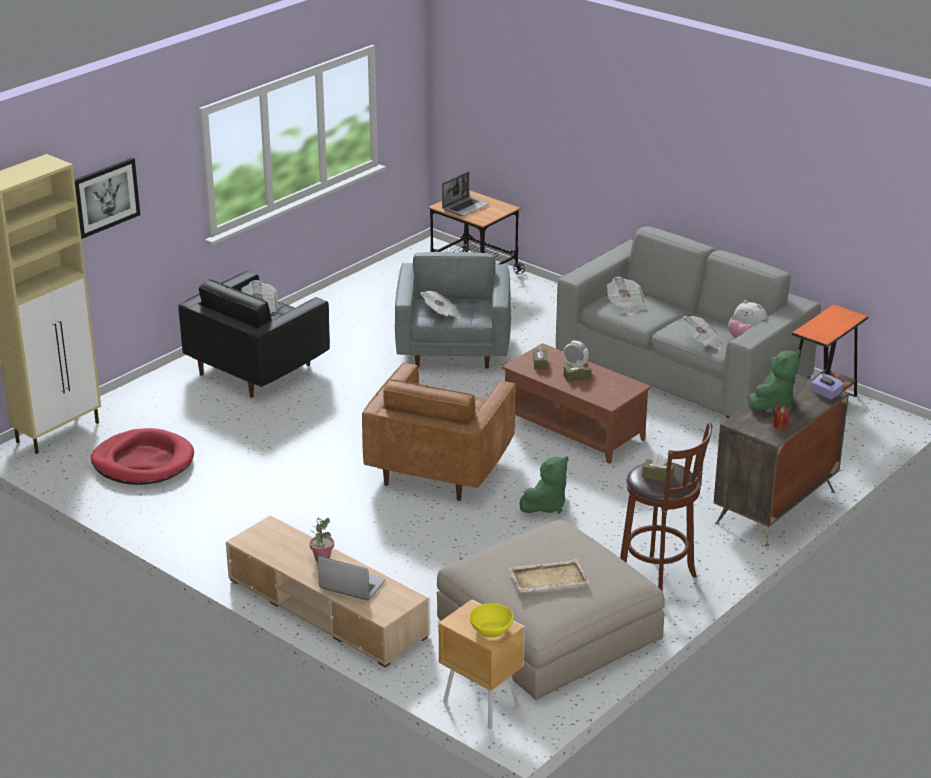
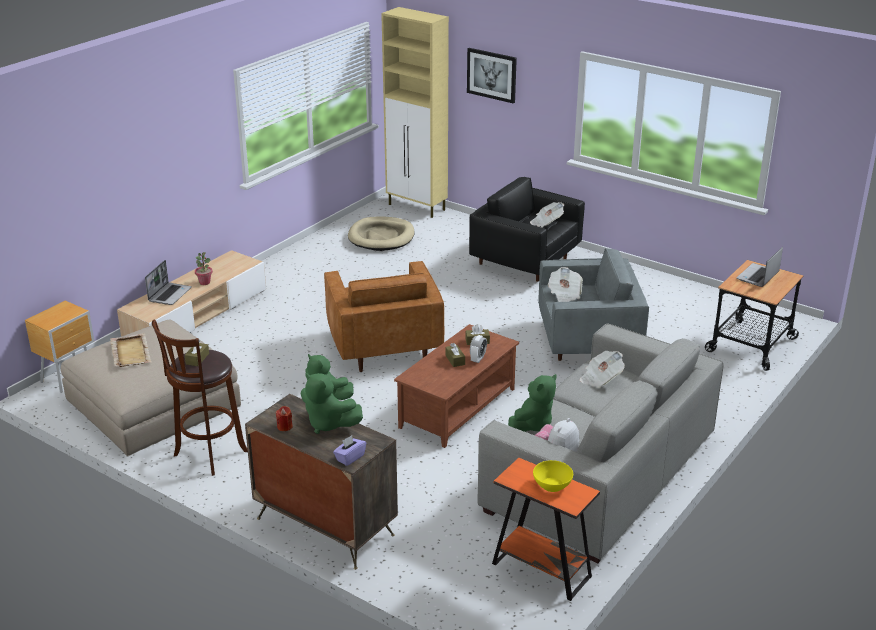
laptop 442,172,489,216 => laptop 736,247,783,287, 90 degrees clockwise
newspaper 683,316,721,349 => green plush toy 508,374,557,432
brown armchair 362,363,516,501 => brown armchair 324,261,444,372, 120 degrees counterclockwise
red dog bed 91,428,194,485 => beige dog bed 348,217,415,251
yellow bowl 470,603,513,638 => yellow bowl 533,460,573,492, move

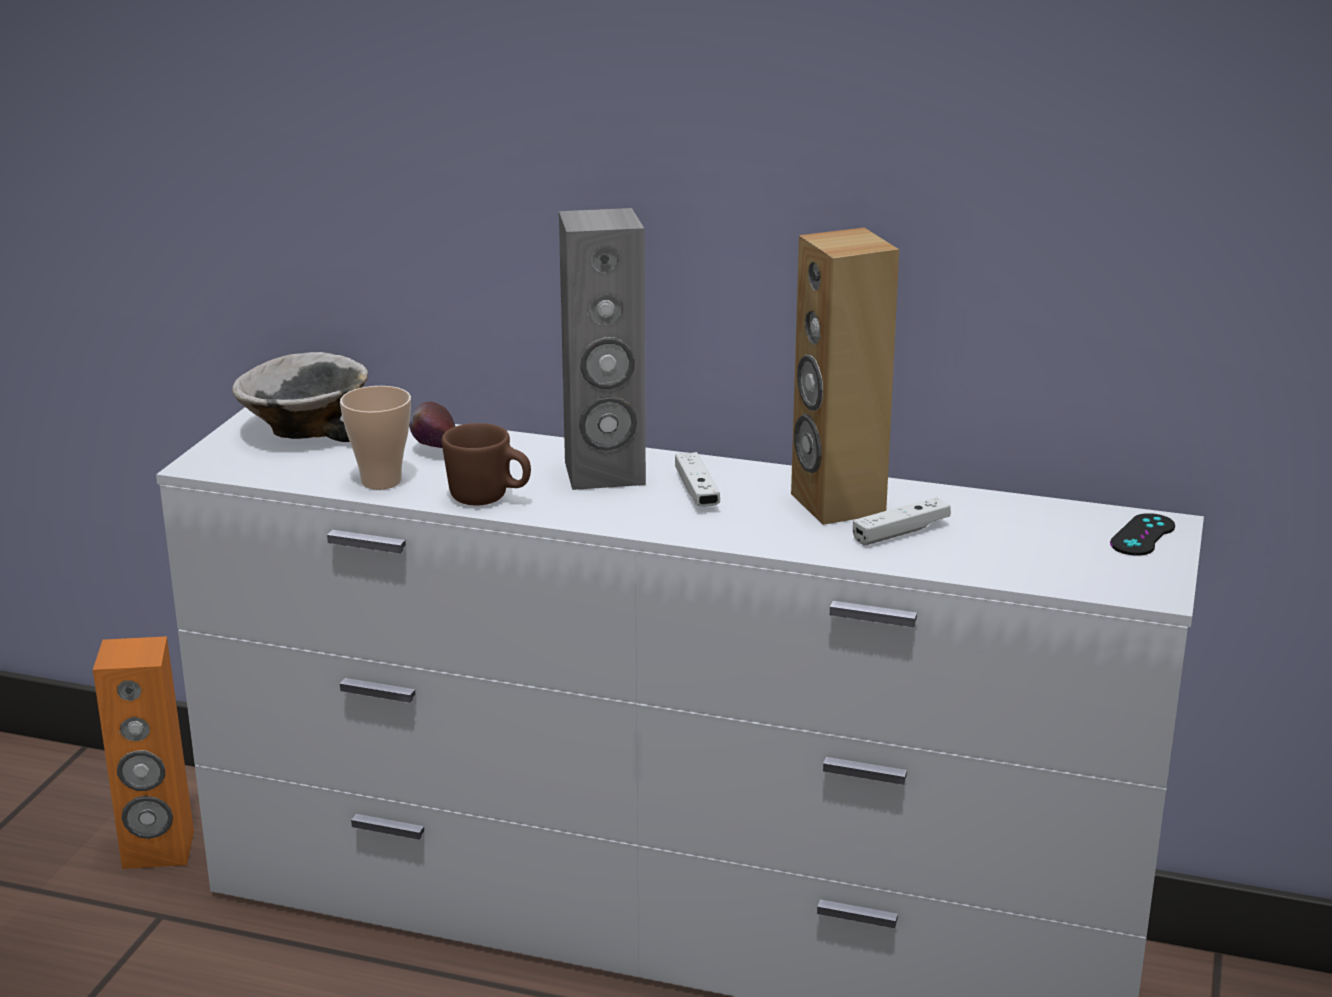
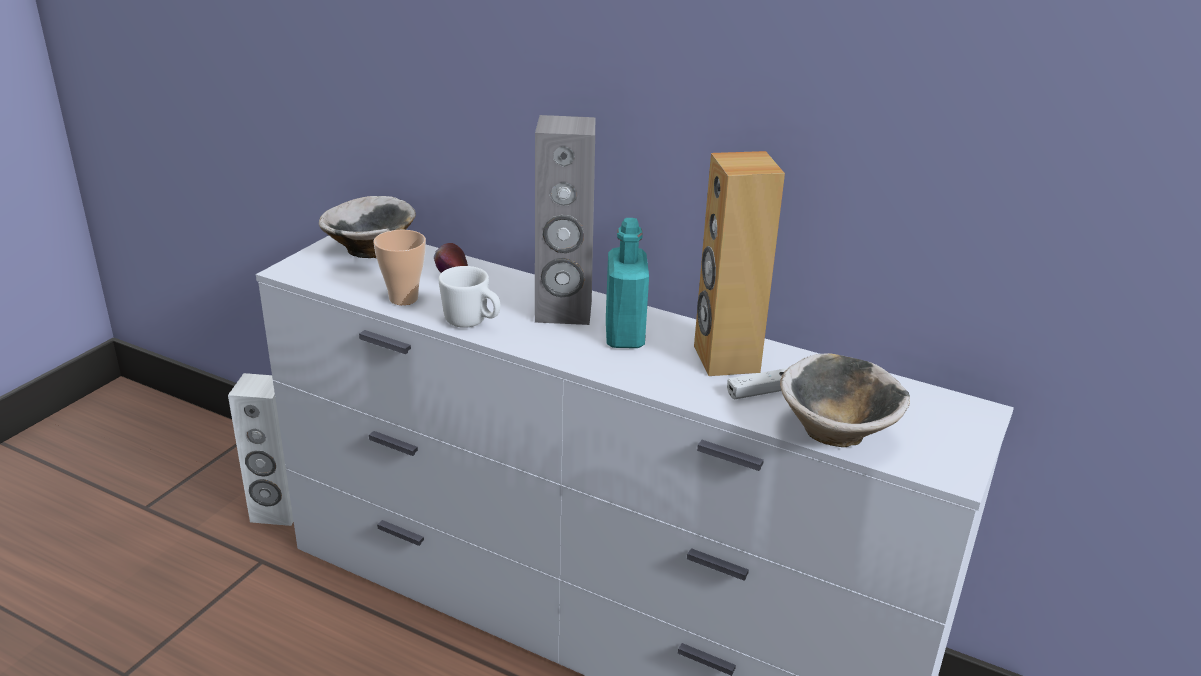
brown mug 442,423,531,505 => white mug 438,266,500,328
white game controller 675,452,720,507 => turquoise bottle 606,218,649,348
black game controller 1110,513,1175,556 => nothing
orange speaker 93,636,194,869 => white speaker 228,373,294,526
nothing => bowl 780,353,910,447

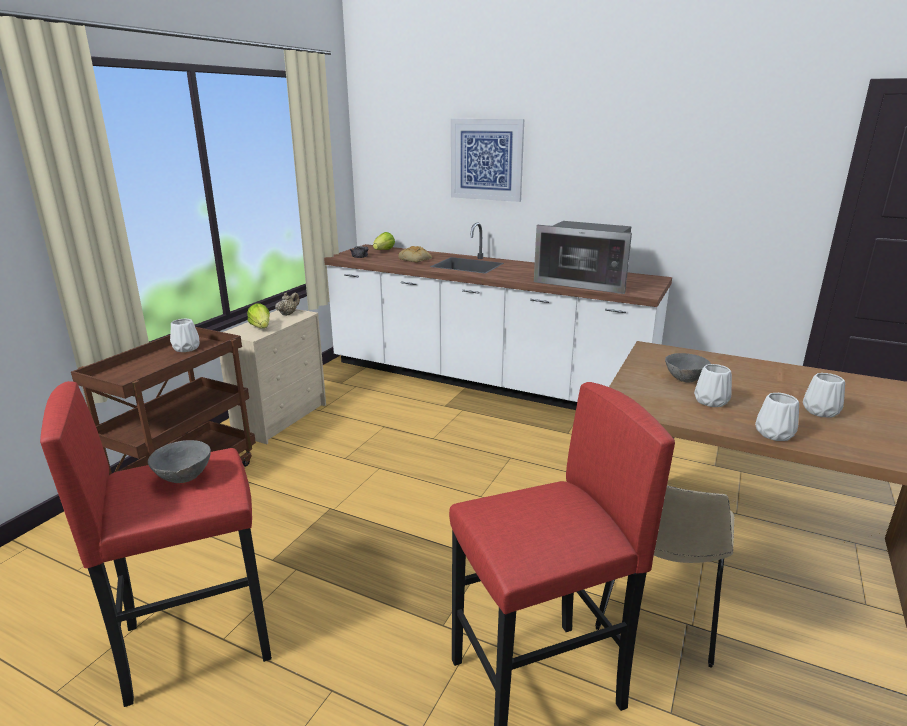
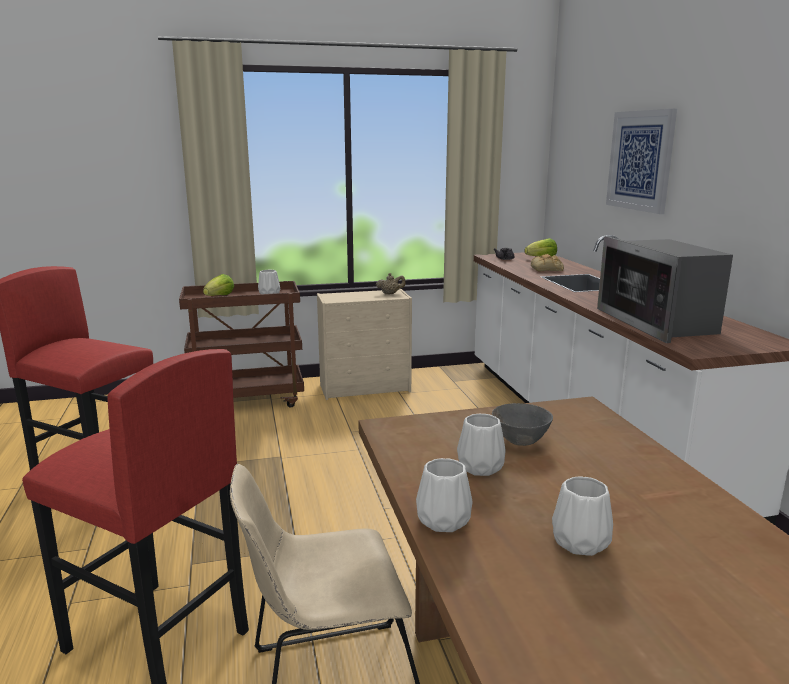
lettuce 247,303,270,328 => lettuce 203,274,234,296, move
grey bowl 148,440,211,483 => nothing

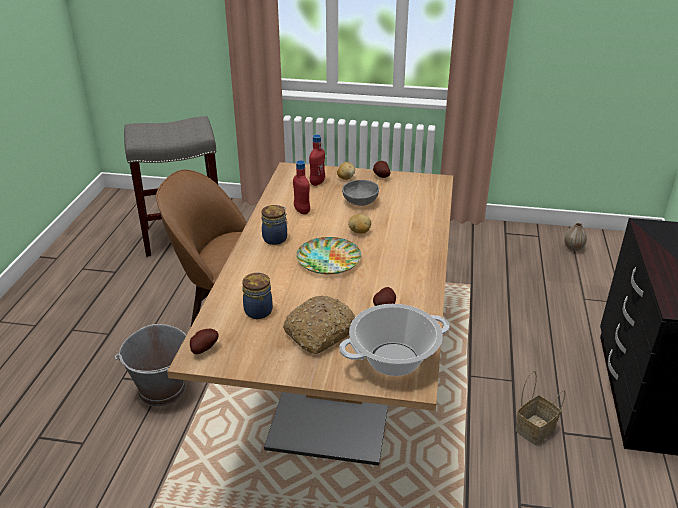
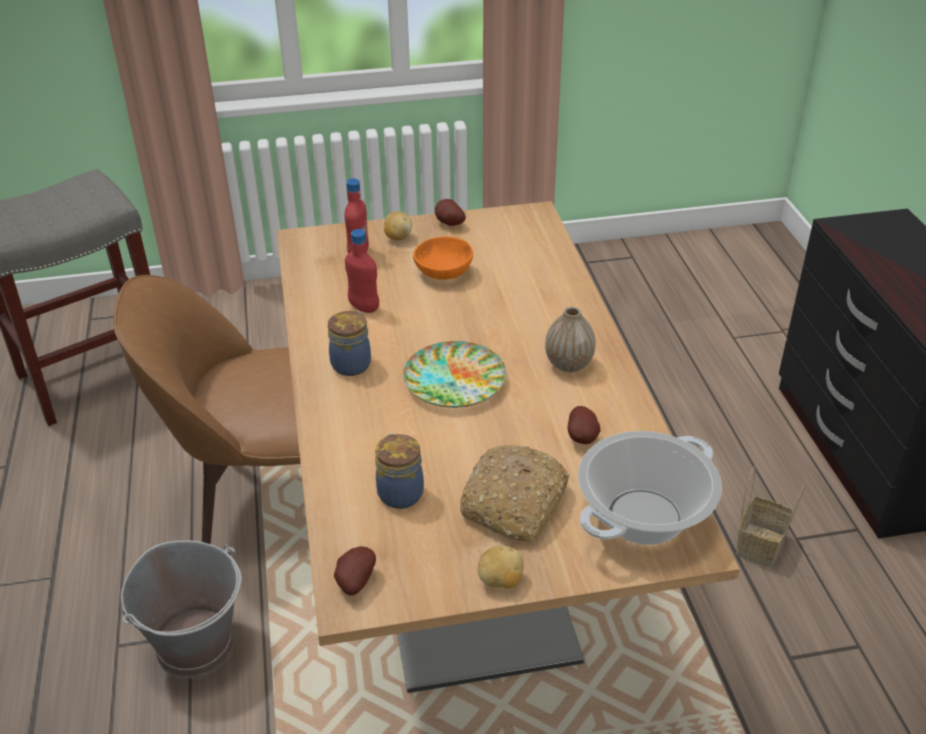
grey bowl 342,180,379,206 => orange bowl 413,236,473,280
potato 348,214,371,234 => potato 478,546,524,588, move
vase 564,223,587,251 => vase 545,307,596,373, move

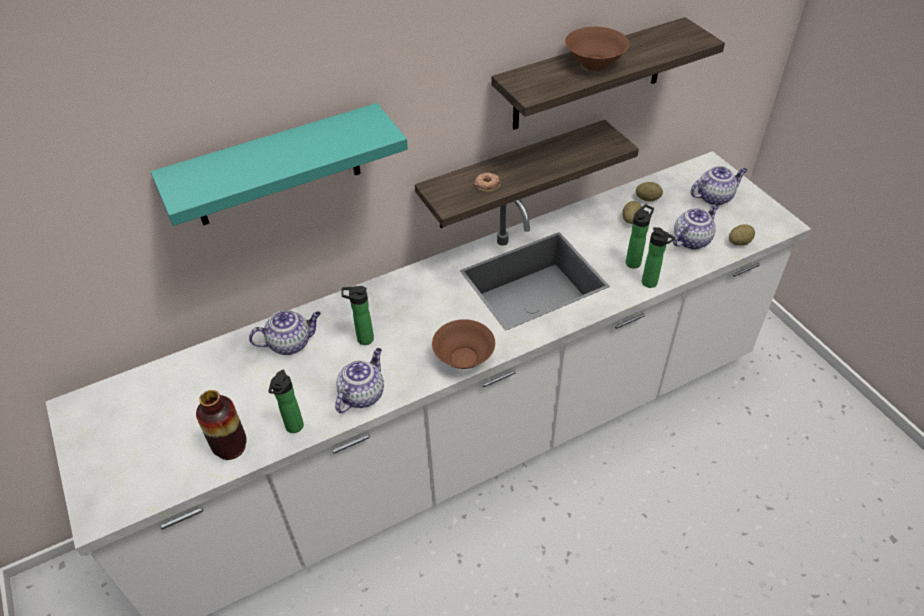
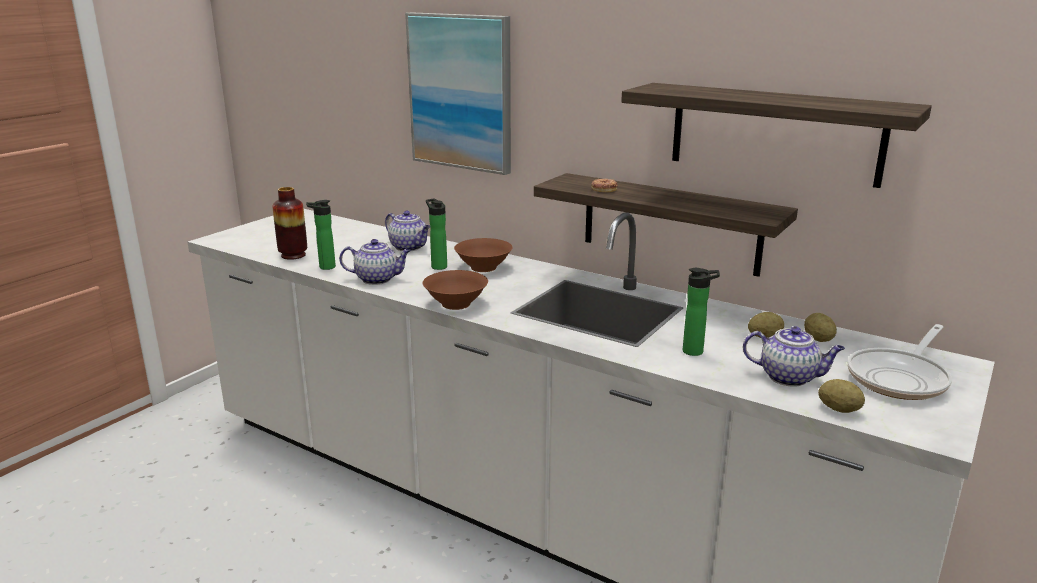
brown bowl 565,27,629,71 => brown bowl 454,238,513,272, move
turquoise shelf 151,103,408,226 => picture 405,12,511,175
teapot 691,166,747,205 => frying pan 848,324,952,400
bottle 642,227,675,288 => nothing

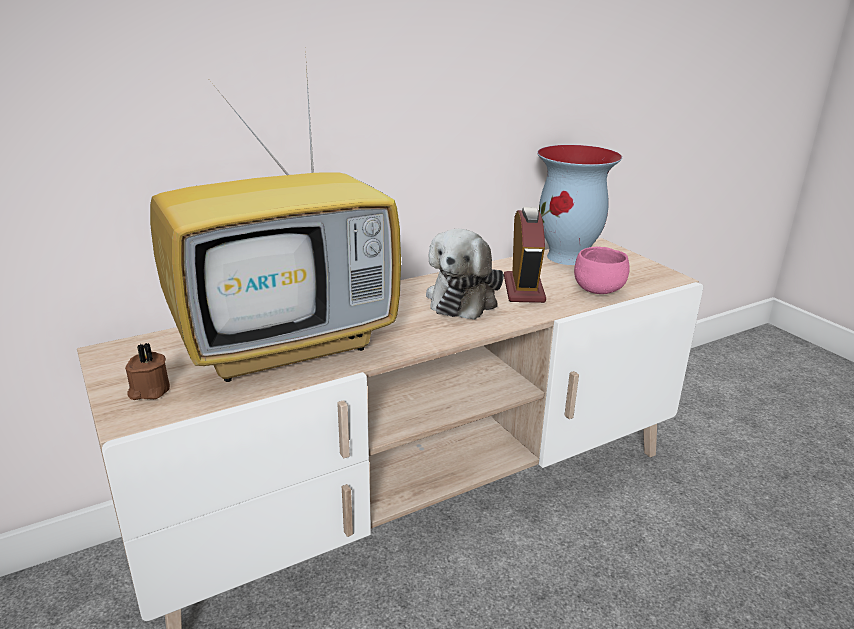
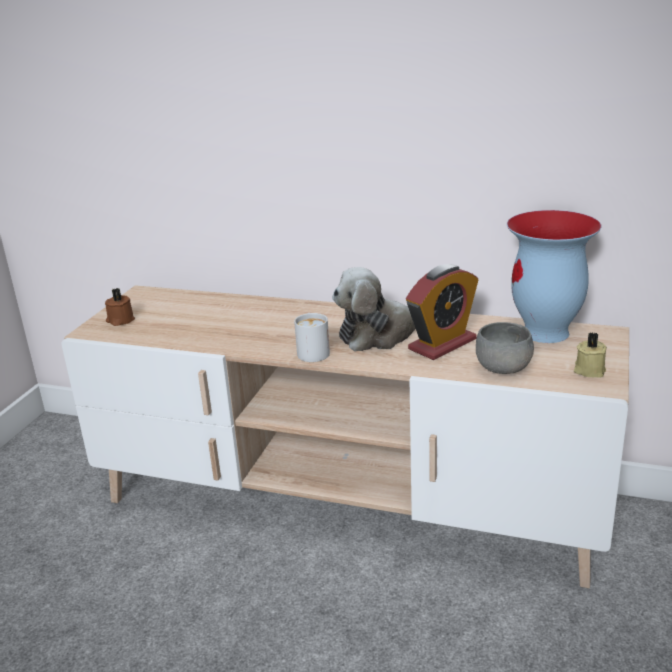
television 150,49,401,382 => nothing
pink bowl 574,246,630,294 => grey bowl 476,322,534,374
nothing => white mug 294,313,330,362
nothing => beige candle 574,332,607,377

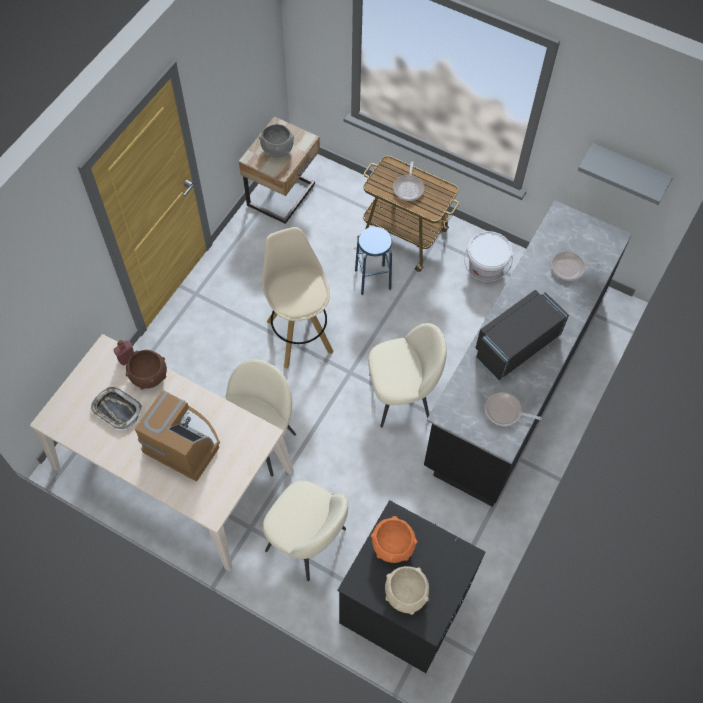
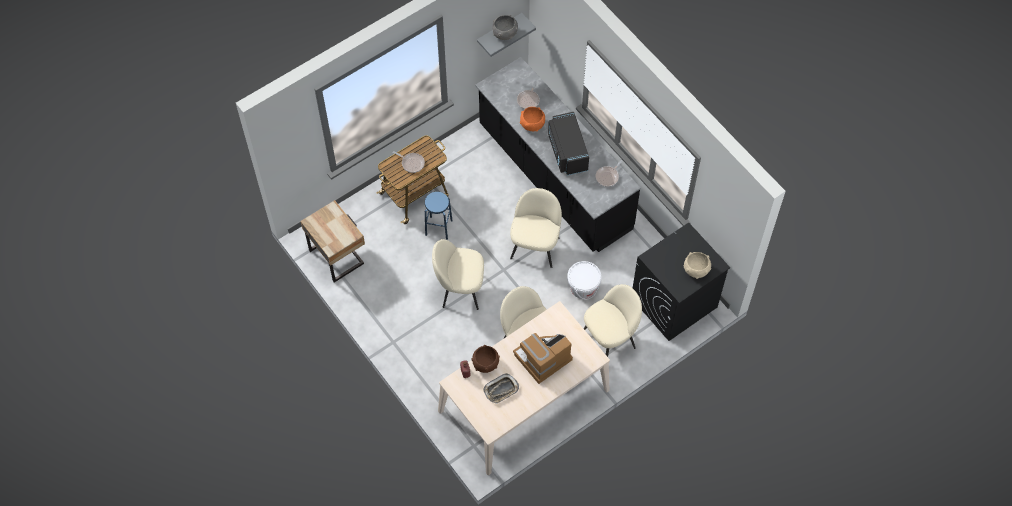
grey bowl 259,123,294,158 => grey bowl 493,15,518,40, move
beige stool 262,227,334,369 => beige chair 432,239,484,310
white bucket 464,231,513,282 => white bucket 567,261,602,299, move
orange bowl 371,516,418,563 => orange bowl 520,107,545,132, move

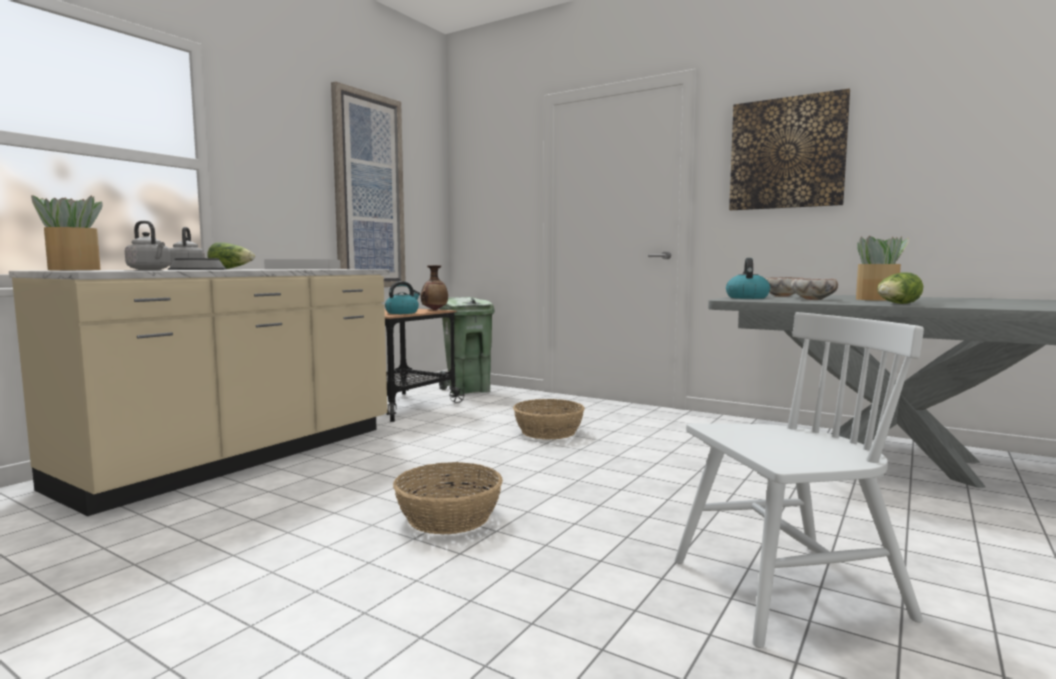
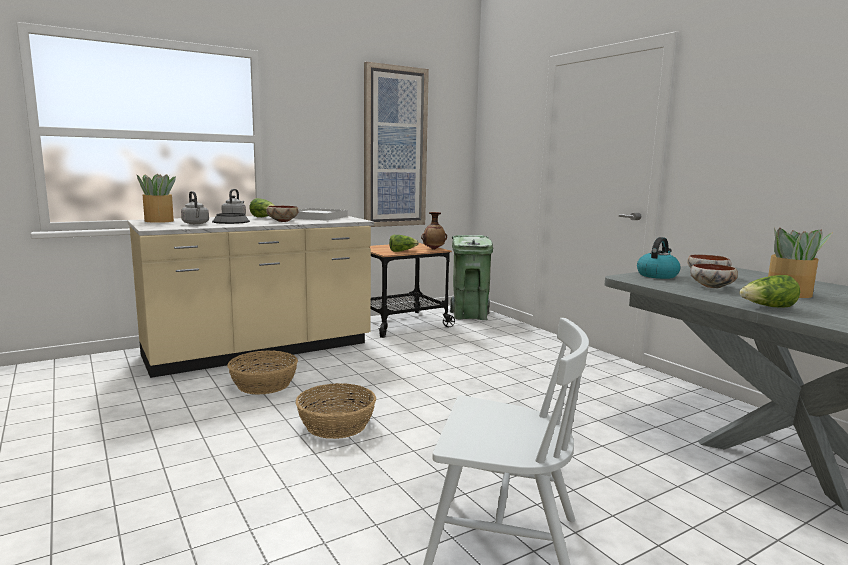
picture 729,89,850,210 => nothing
kettle 385,281,420,314 => lettuce 389,235,419,252
basket 513,399,585,440 => basket 227,350,298,395, move
nothing => bowl 266,206,299,222

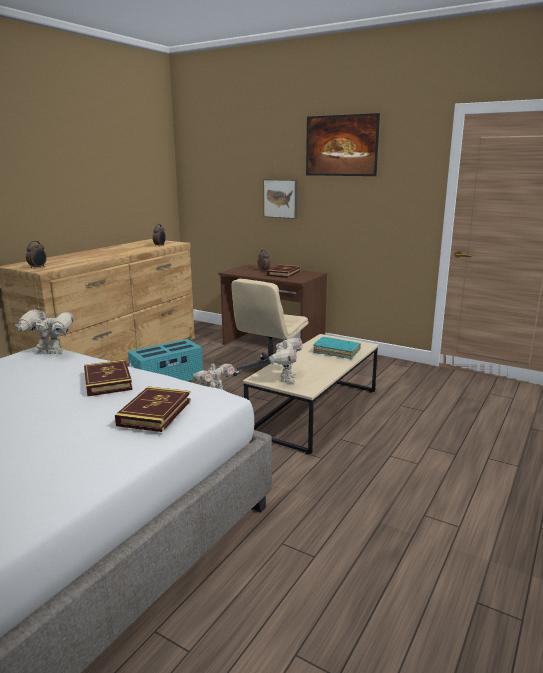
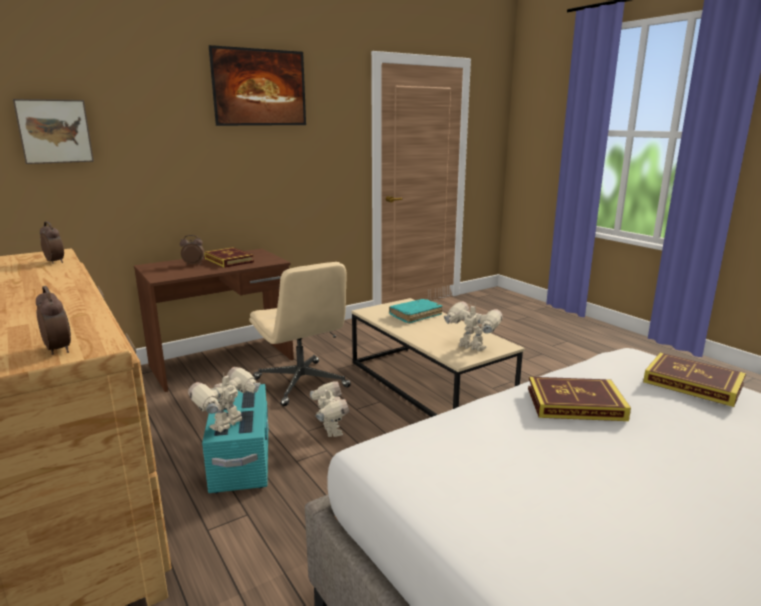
picture 263,179,298,219 => picture 13,99,94,164, move
toy robot 15,307,74,354 => toy robot 188,367,261,432, move

